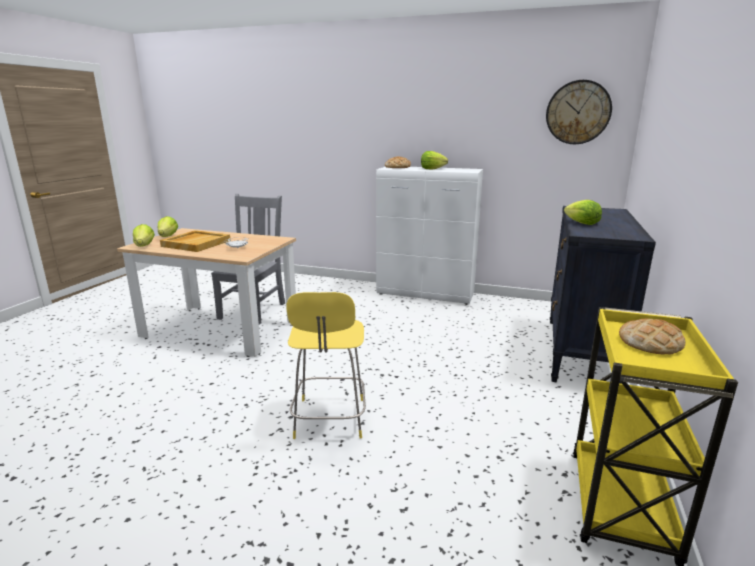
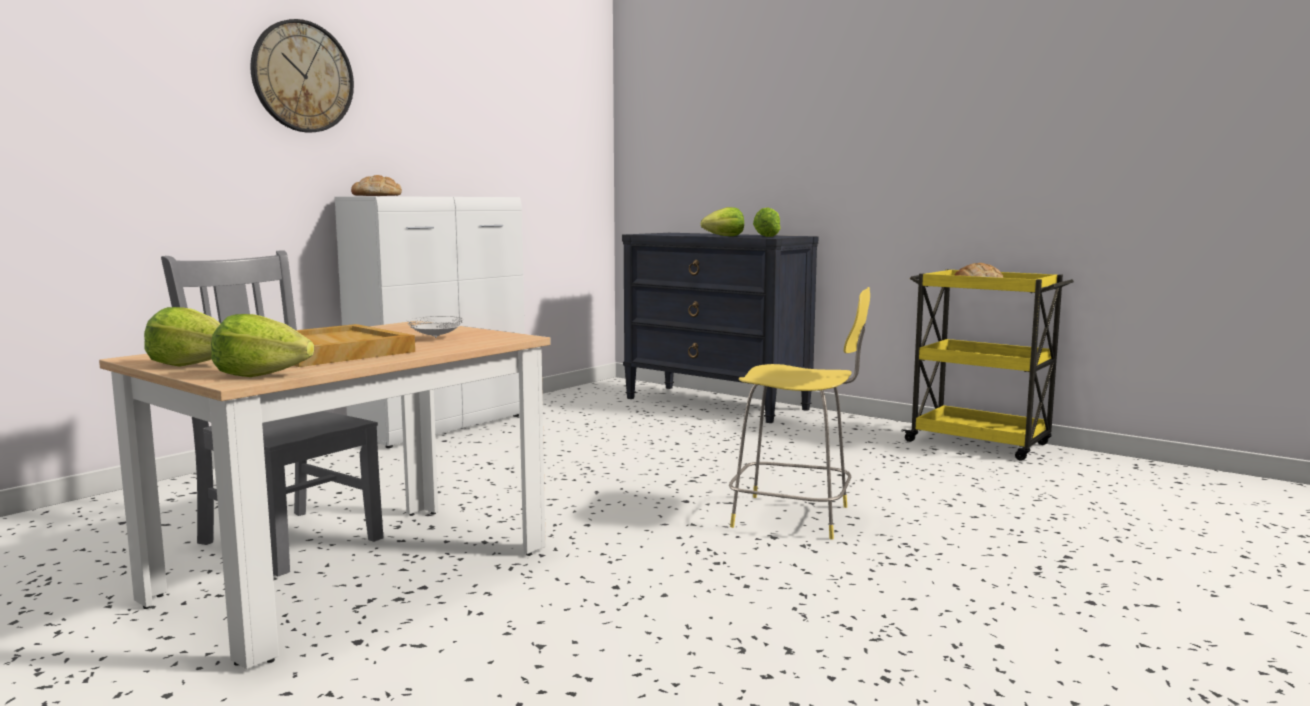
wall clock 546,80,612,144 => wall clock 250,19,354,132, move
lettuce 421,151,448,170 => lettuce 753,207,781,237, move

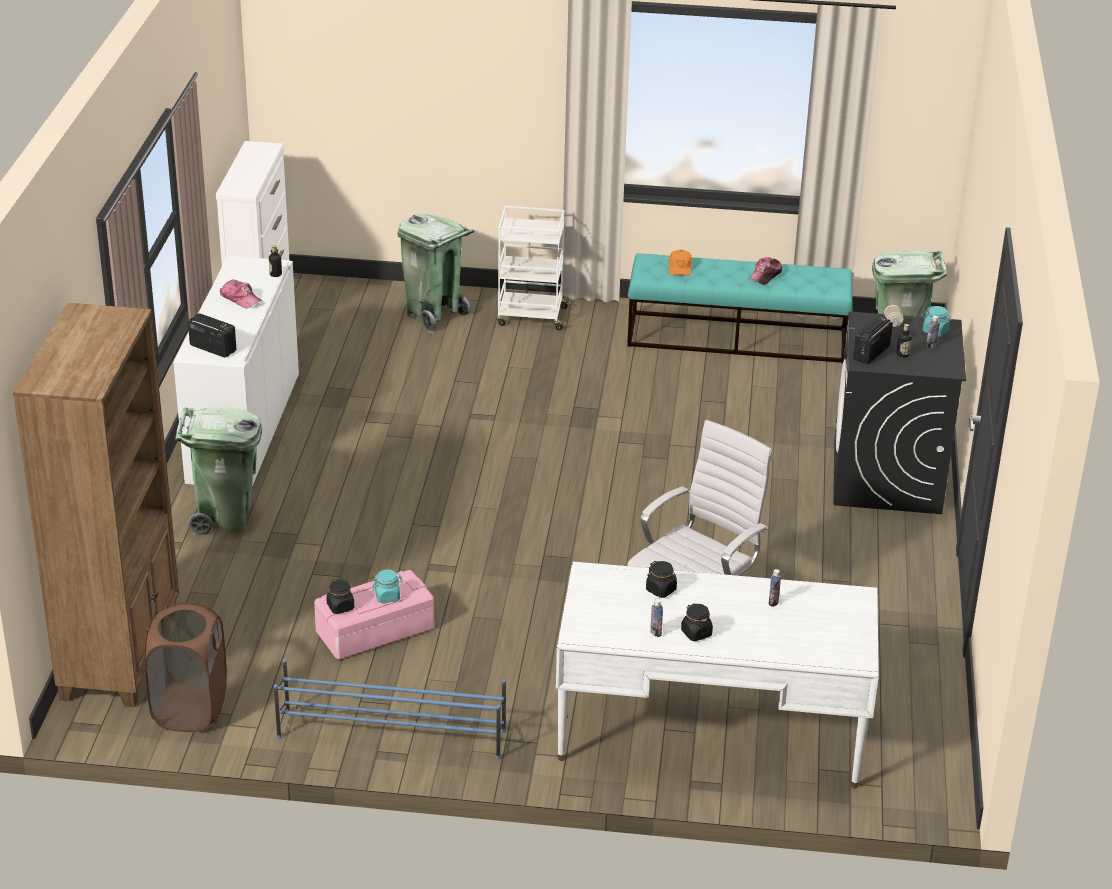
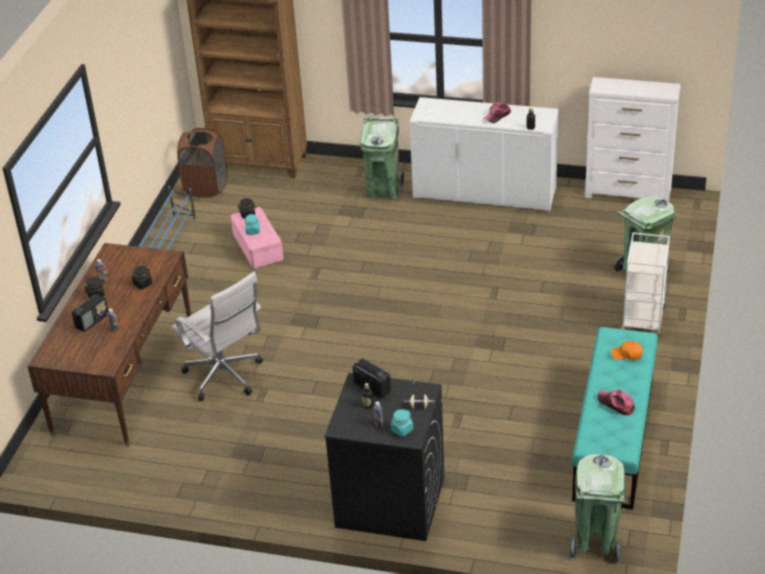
radio 188,313,236,358 => radio 72,294,109,332, move
white desk 556,561,879,789 => brown desk 27,243,191,447

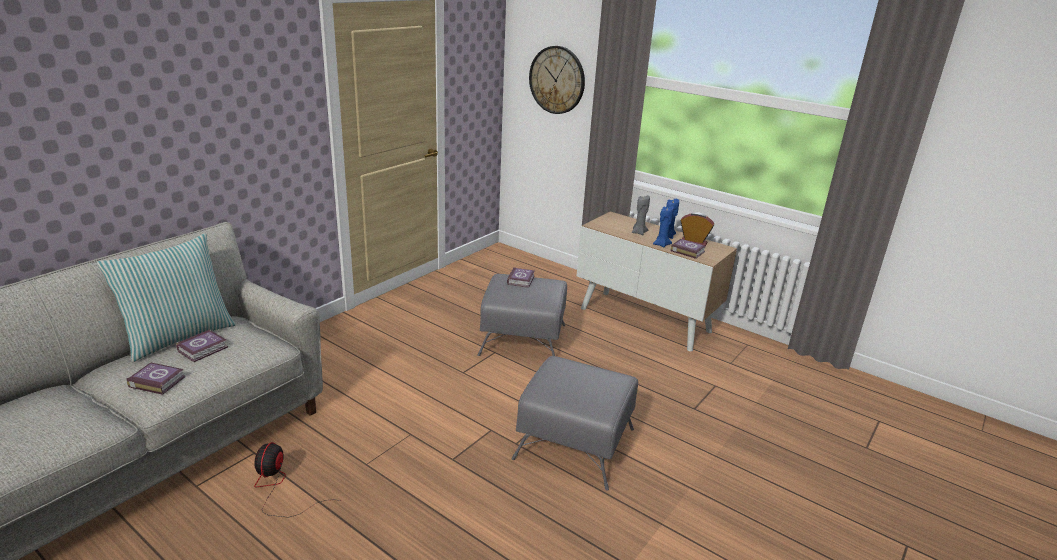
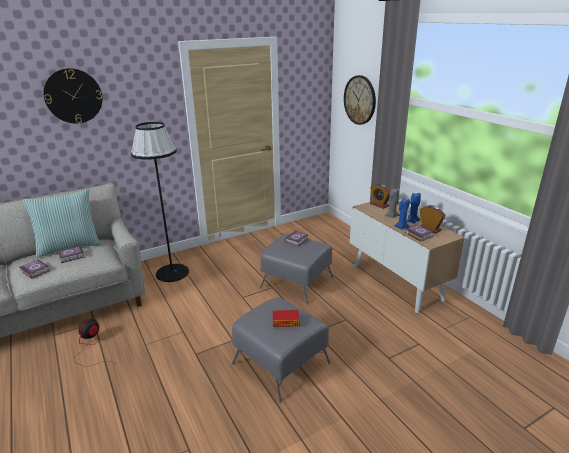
nothing => wall clock 43,68,102,124
nothing => black floor lamp 131,122,189,282
nothing => alarm clock 370,183,390,209
nothing => book 273,310,299,327

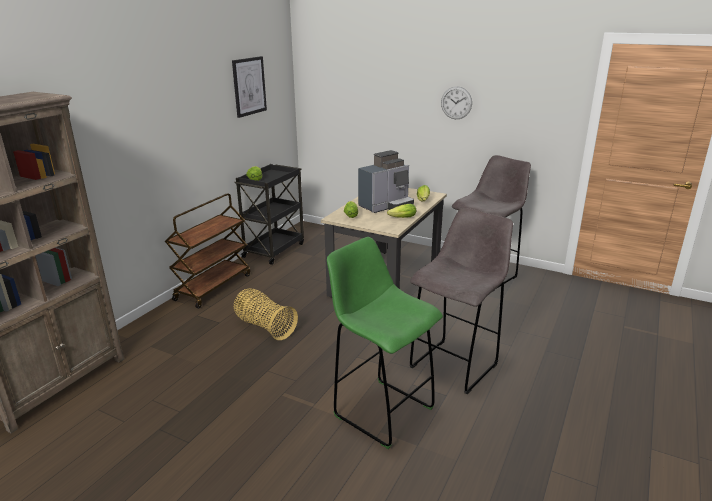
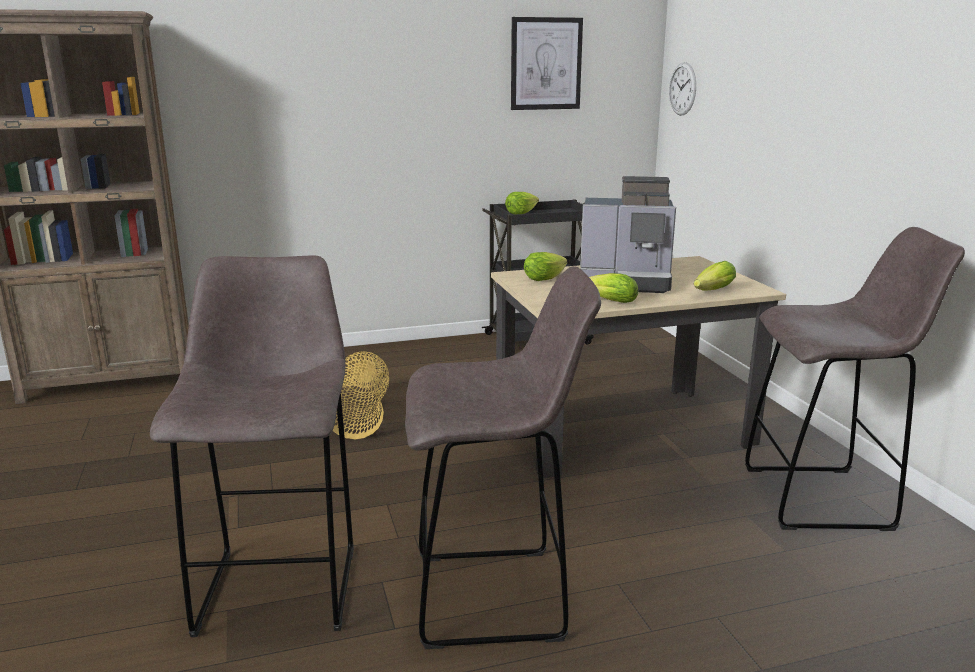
wall clock 441,86,472,119 => wall clock 669,62,696,116, move
brown cart 165,193,250,308 => nothing
green stool 327,237,443,449 => grey stool 150,255,354,637

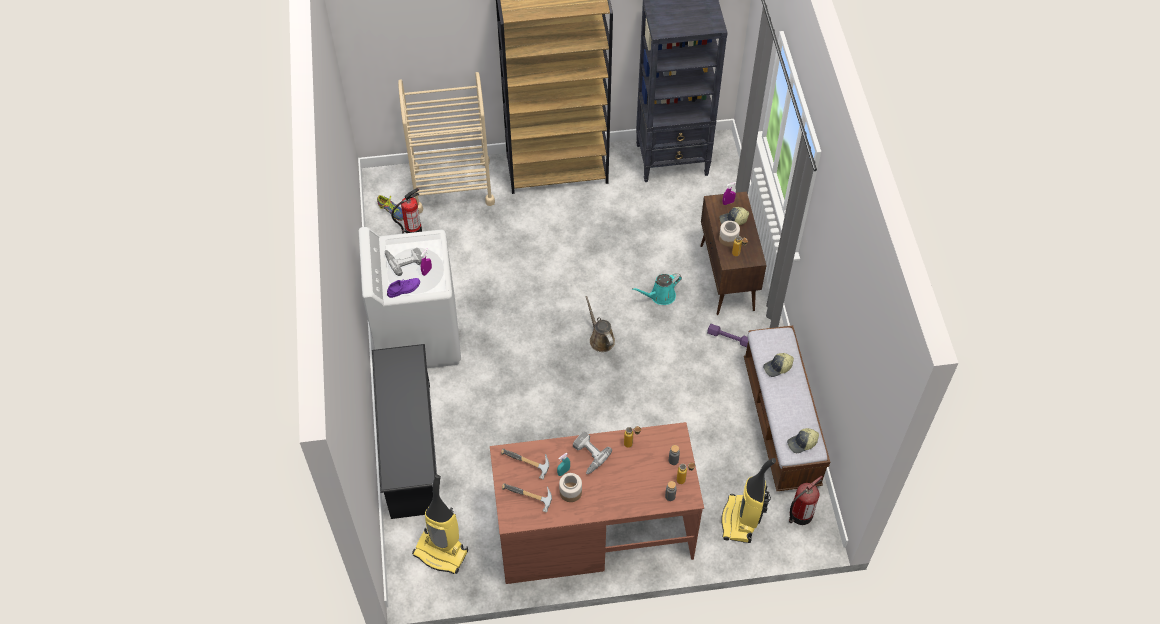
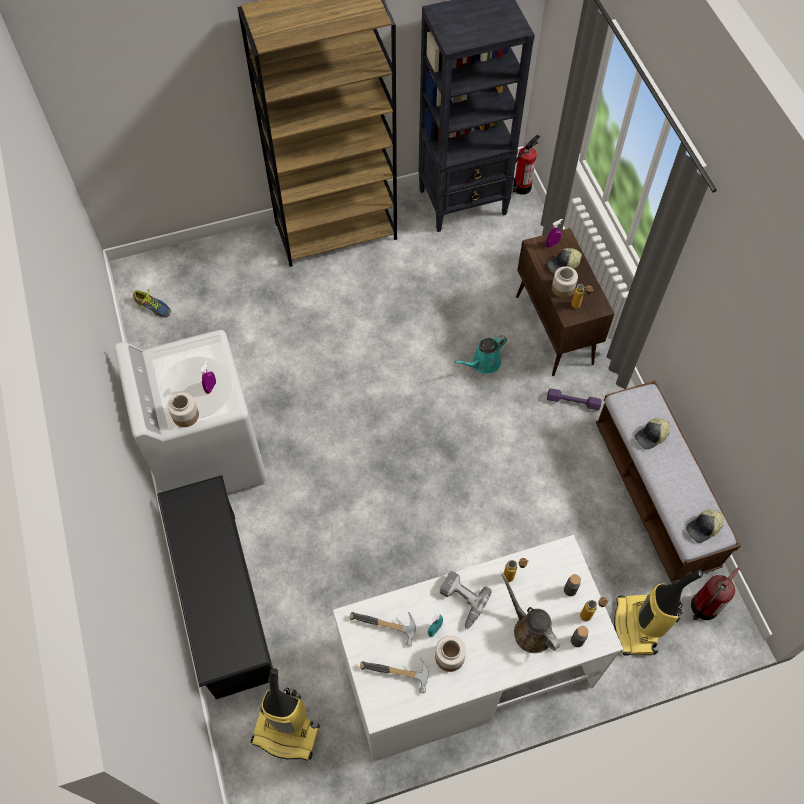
beige cart 398,72,495,214 => nothing
fire extinguisher 391,188,422,234 => fire extinguisher 513,134,540,195, move
power drill 385,248,422,276 => nothing
purple shoe 387,278,420,298 => jar 167,392,199,427
brown watering can 586,296,615,352 => brown watering can 501,574,560,653, move
brown desk 490,422,704,584 => white desk 333,535,623,762

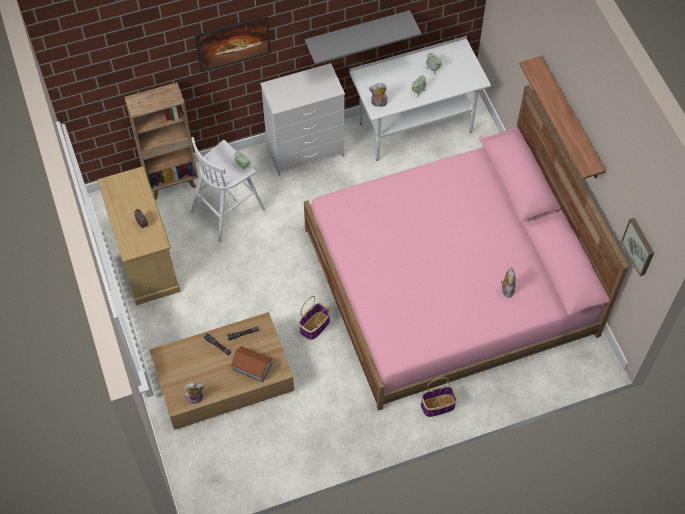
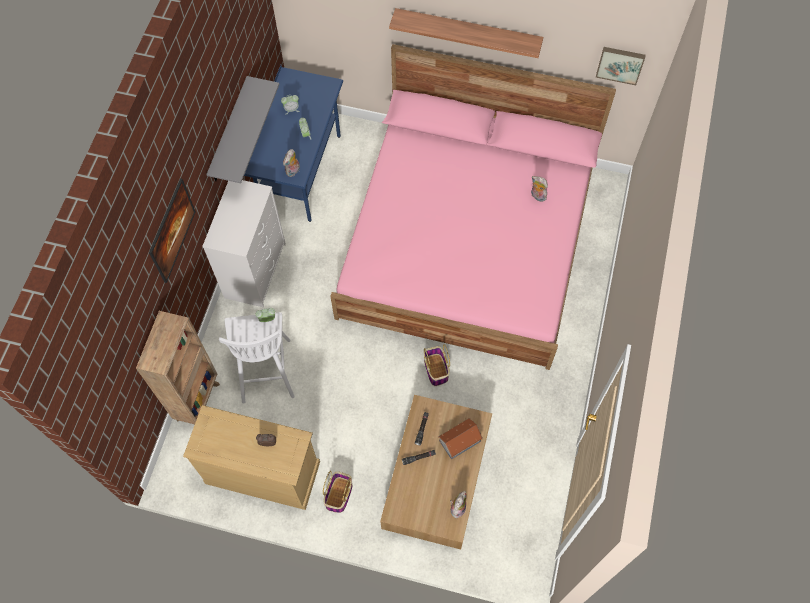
white desk 349,36,491,161 => blue desk 244,65,343,222
basket 421,377,458,417 => basket 323,471,352,513, move

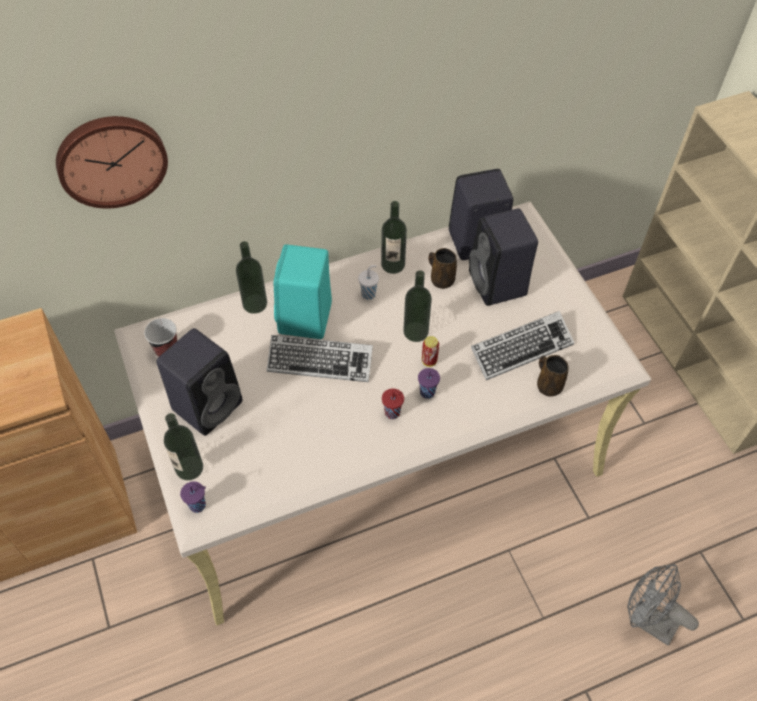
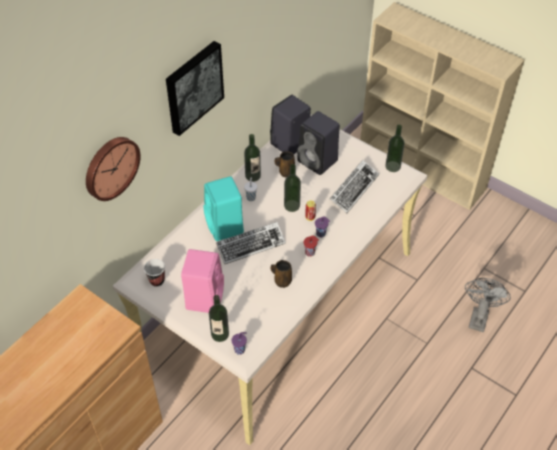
bottle 236,241,267,314 => bottle 385,124,405,172, move
black speaker 156,328,242,436 => pink speaker 181,249,224,313
brown mug 537,355,569,396 => brown mug 271,260,292,288, move
grey fan 627,564,699,645 => grey fan 465,278,511,332, 105 degrees clockwise
nothing => picture 166,41,224,136

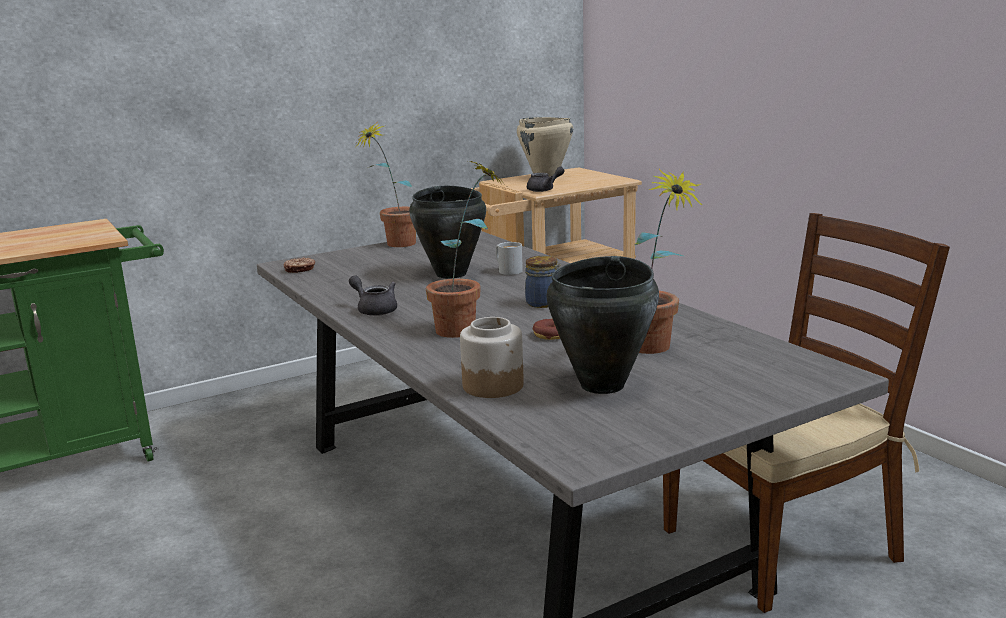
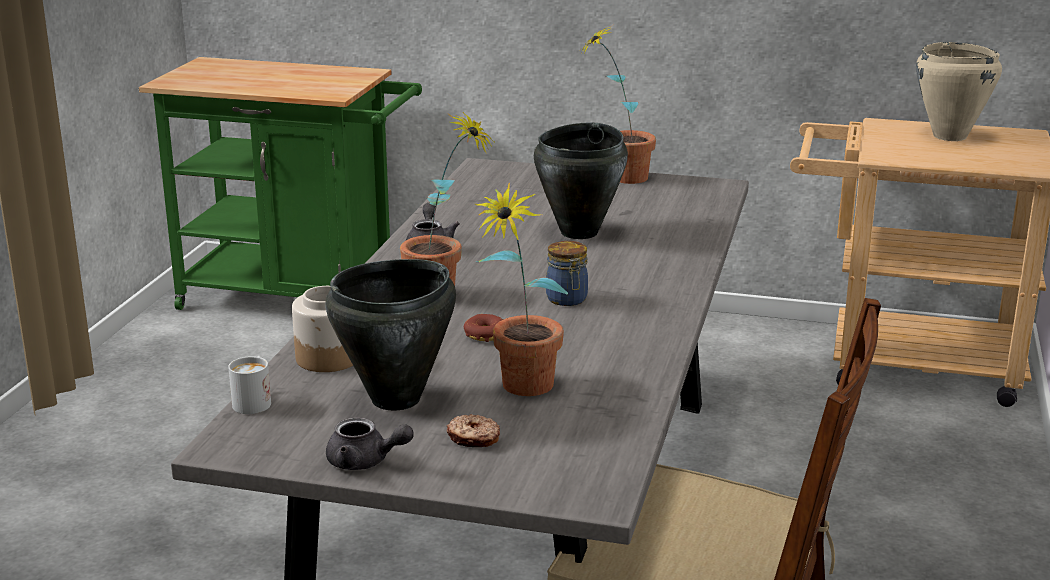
grey teapot 527,167,564,192 => grey teapot 326,417,413,470, move
white mug 496,242,523,275 => white mug 228,356,271,414, move
donut 284,257,315,273 => donut 446,414,500,447, move

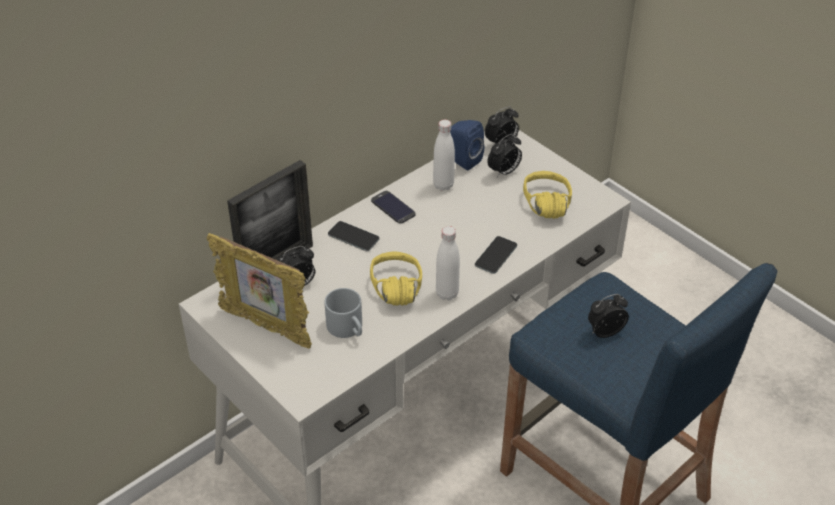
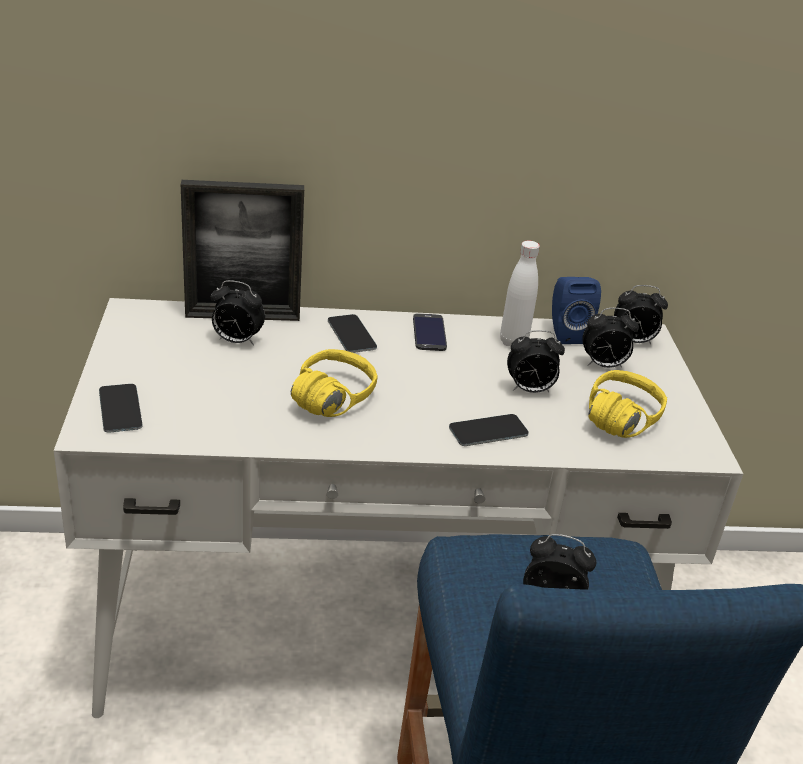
white bottle 436,226,460,300 => nothing
picture frame 207,233,312,349 => nothing
grey mug 324,288,362,338 => nothing
nothing => alarm clock 507,330,565,393
nothing => phone 99,384,143,433

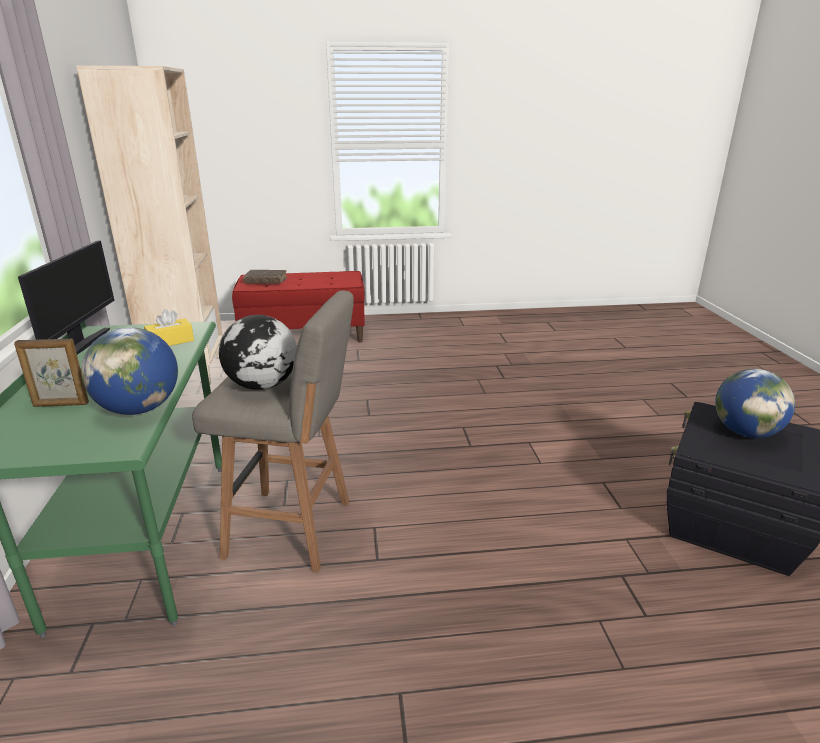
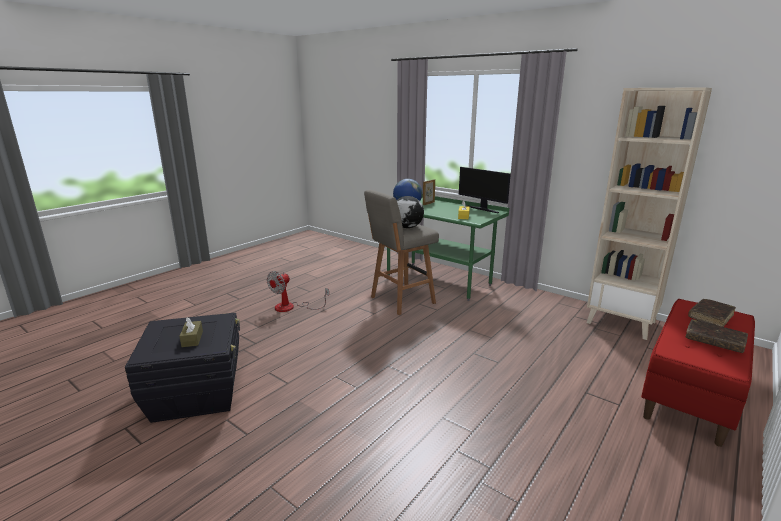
globe 715,369,795,438 => brown tissue box 179,317,203,347
nothing => fan 267,271,329,312
nothing => brown book 685,319,748,353

